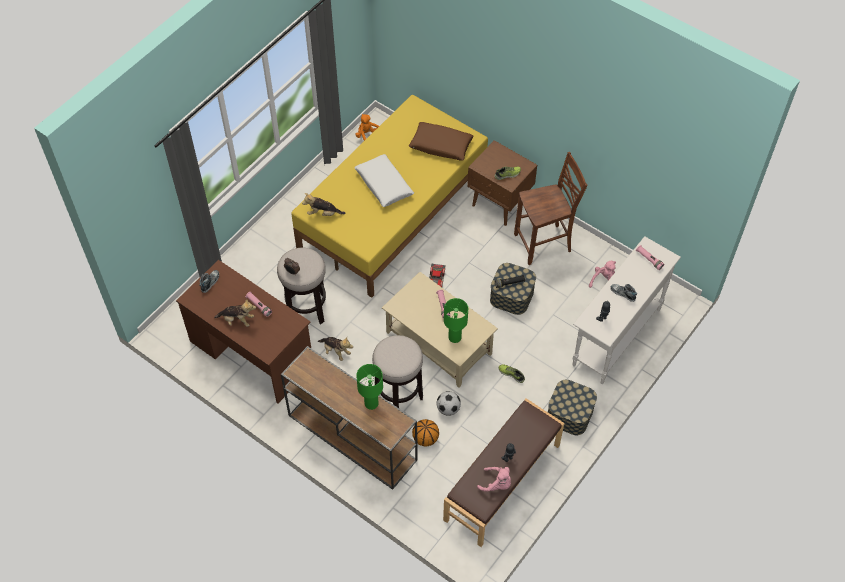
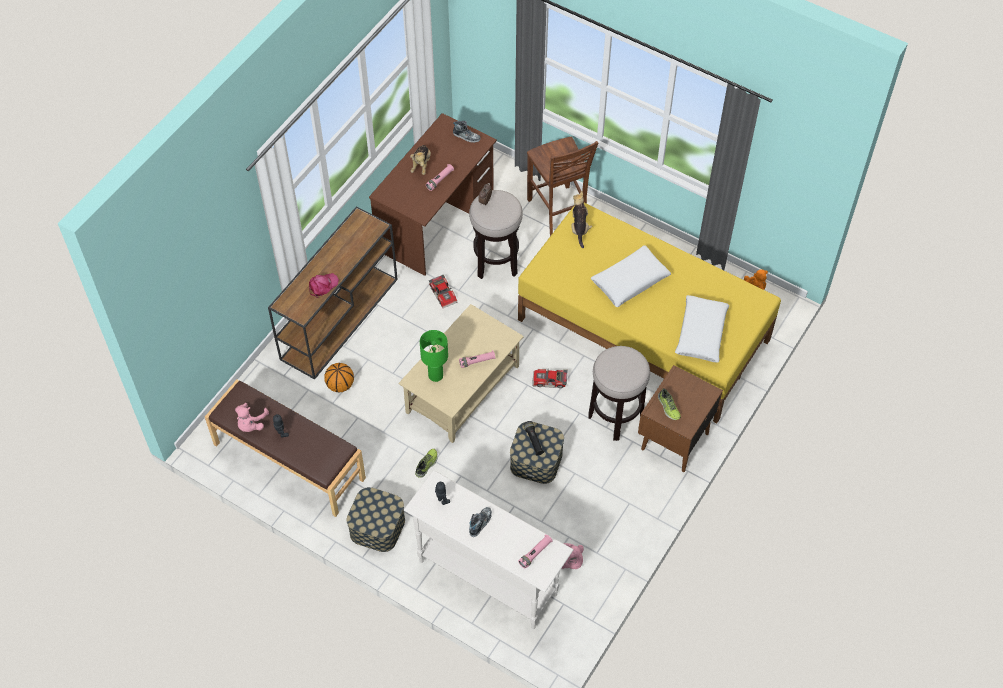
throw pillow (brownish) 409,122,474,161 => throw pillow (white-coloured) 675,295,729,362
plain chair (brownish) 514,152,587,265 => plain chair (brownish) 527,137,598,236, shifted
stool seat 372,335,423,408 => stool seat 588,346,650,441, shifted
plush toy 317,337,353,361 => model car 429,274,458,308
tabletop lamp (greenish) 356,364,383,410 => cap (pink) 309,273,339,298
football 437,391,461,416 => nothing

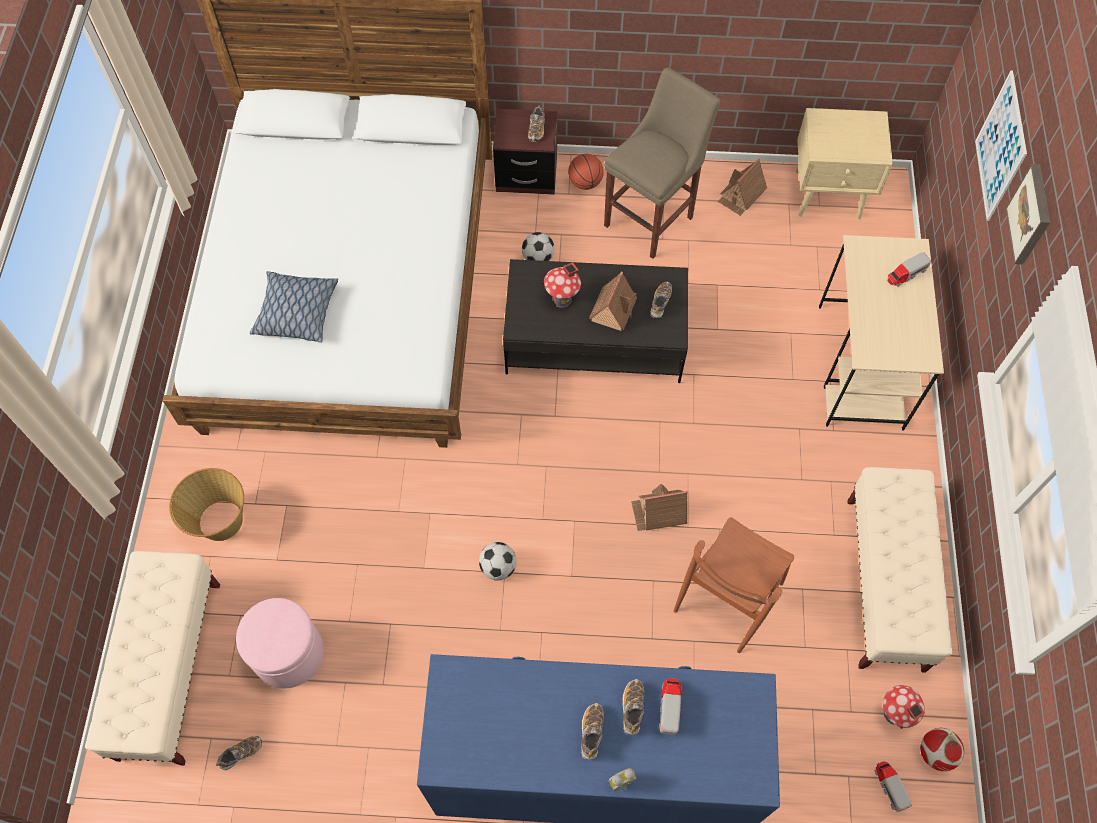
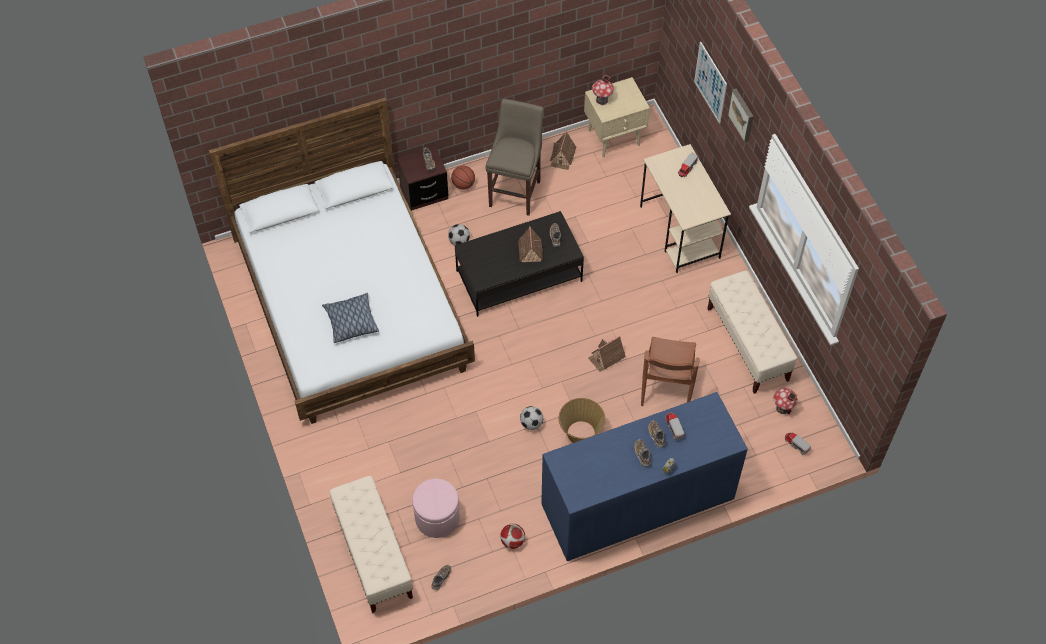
toy house 544,262,581,308 => toy house 592,74,614,105, shifted
household basket 169,468,244,541 => household basket 559,398,605,443, shifted
football 920,728,964,771 => football 500,524,525,549, shifted

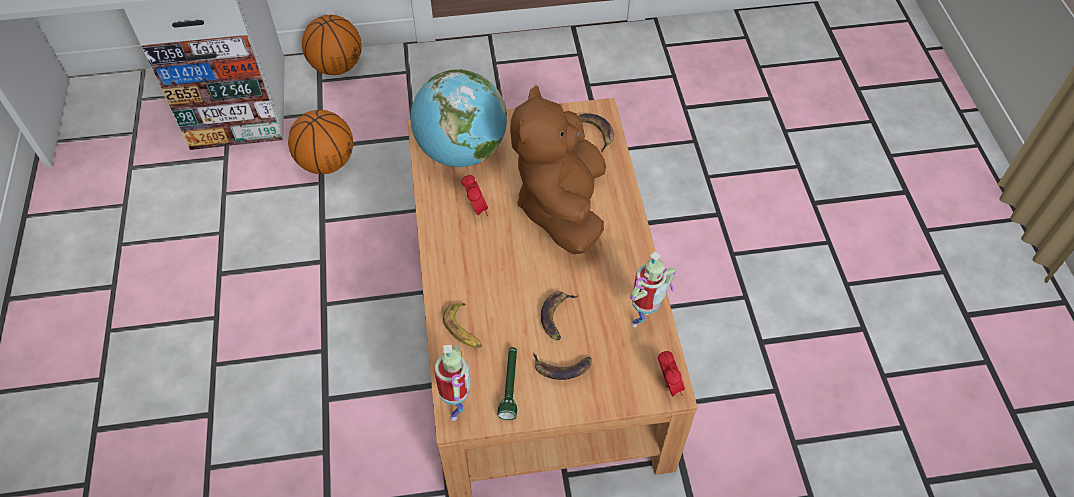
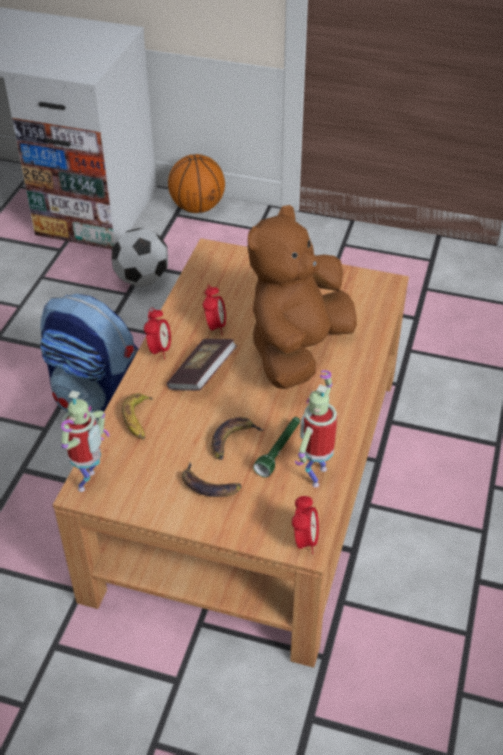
globe 411,69,507,167 => nothing
basketball 288,110,353,174 => football 111,228,168,287
banana 578,113,614,152 => nothing
model robot 630,252,676,327 => model robot 295,370,337,487, 135 degrees clockwise
hand torch (greenish) 498,347,517,420 => hand torch (greenish) 253,417,300,477, shifted
nothing => rucksack 40,294,139,419
nothing => alarm clock 144,307,171,359
nothing => bound book 166,339,237,391

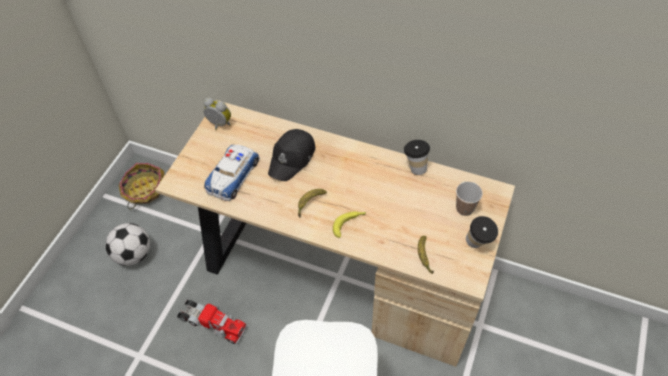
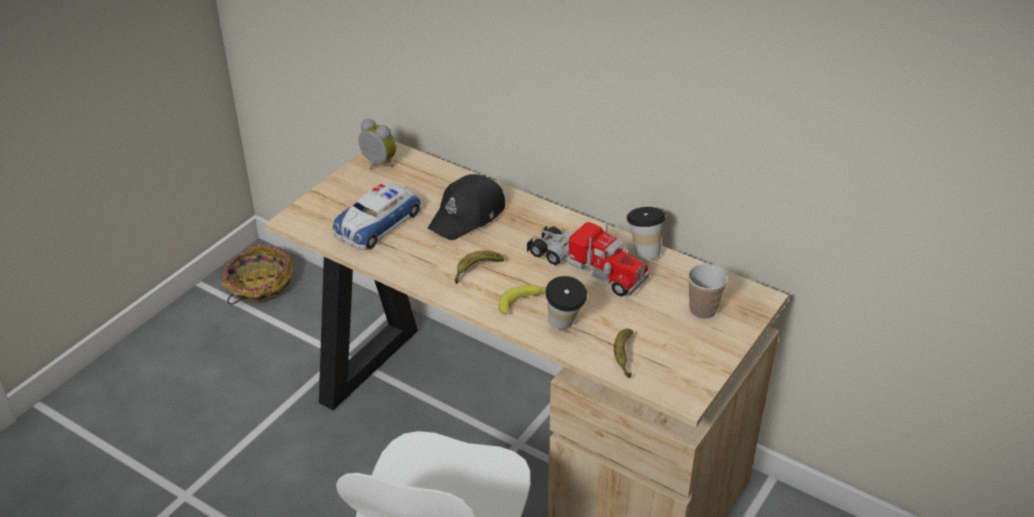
small cup 466,216,498,248 => small cup 545,276,587,330, shifted
football 105,223,150,266 => nothing
toy lorry 177,299,247,344 => toy lorry 527,222,650,297, shifted

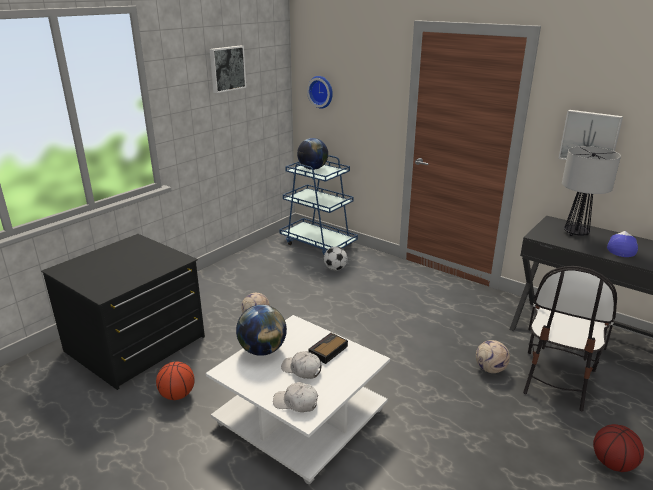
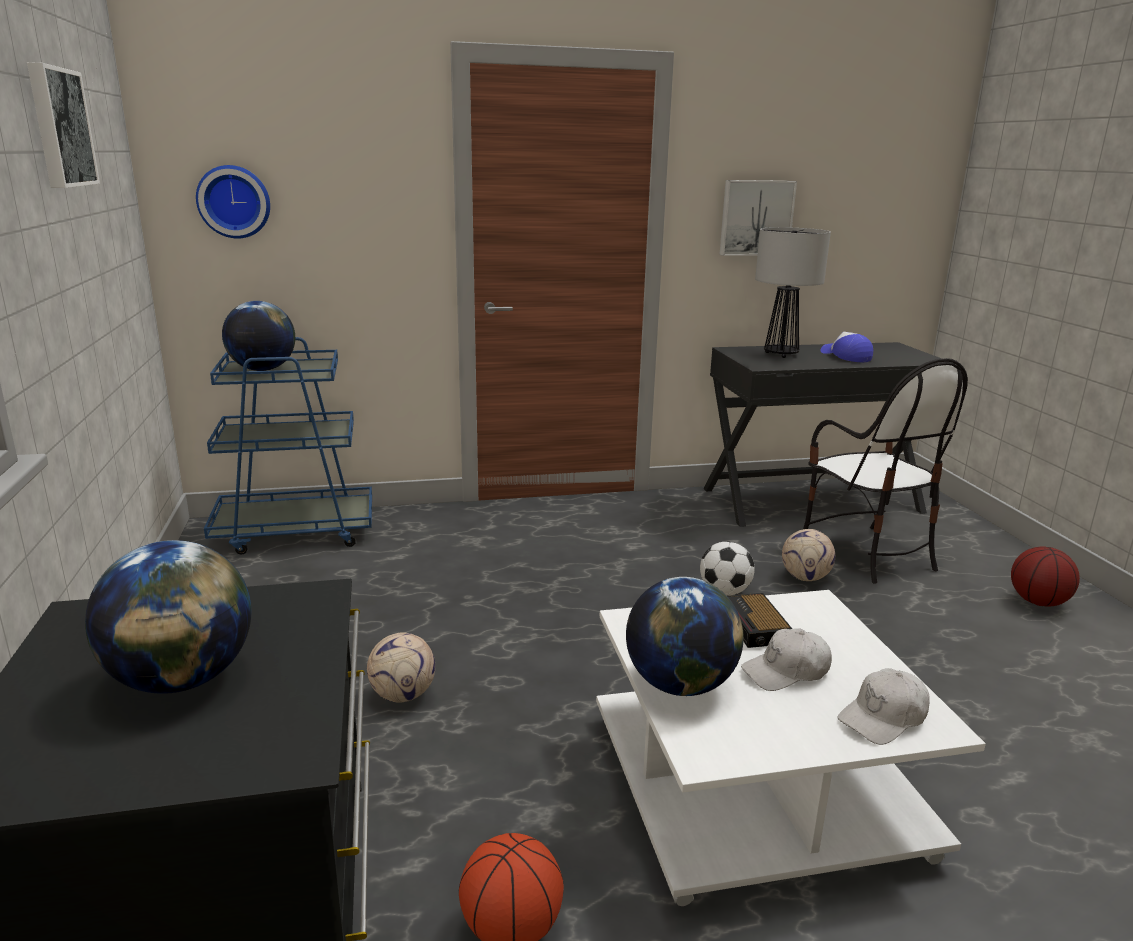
football 324,247,348,270 => football 700,541,755,595, shifted
nothing => globe 85,540,252,694

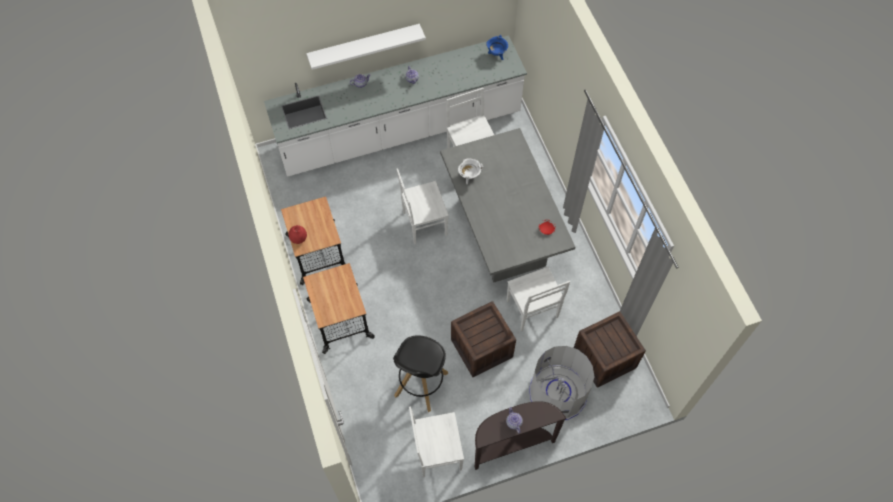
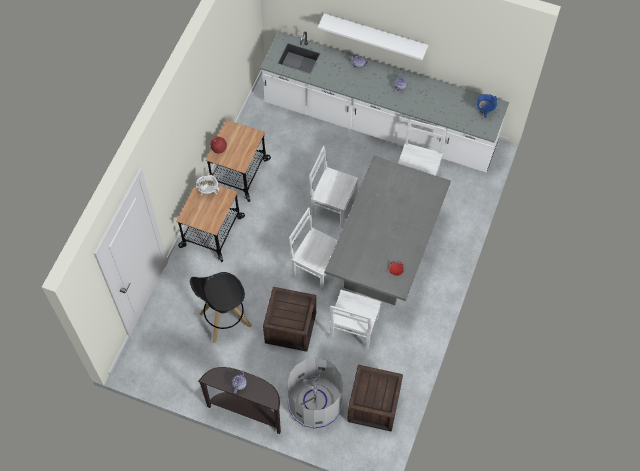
stockpot (white-coloured) 458,158,483,184 => stockpot (white-coloured) 196,175,219,196, shifted
plain chair (white-coloured) 409,407,464,478 => plain chair (white-coloured) 289,207,338,291, shifted

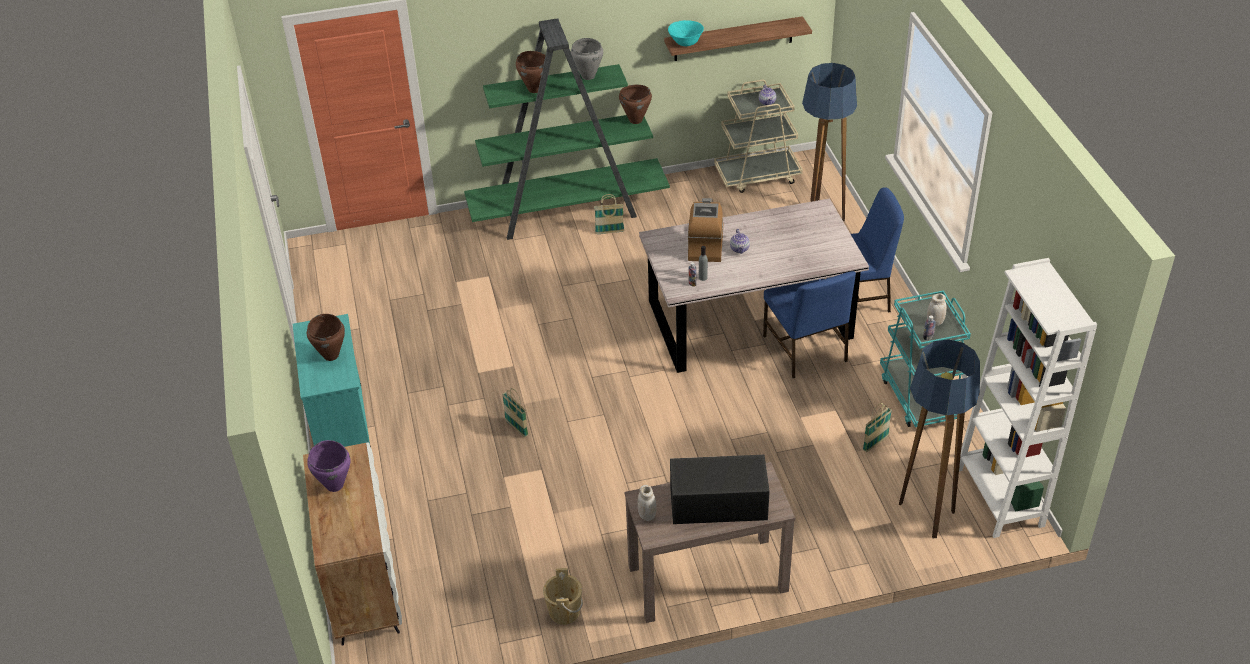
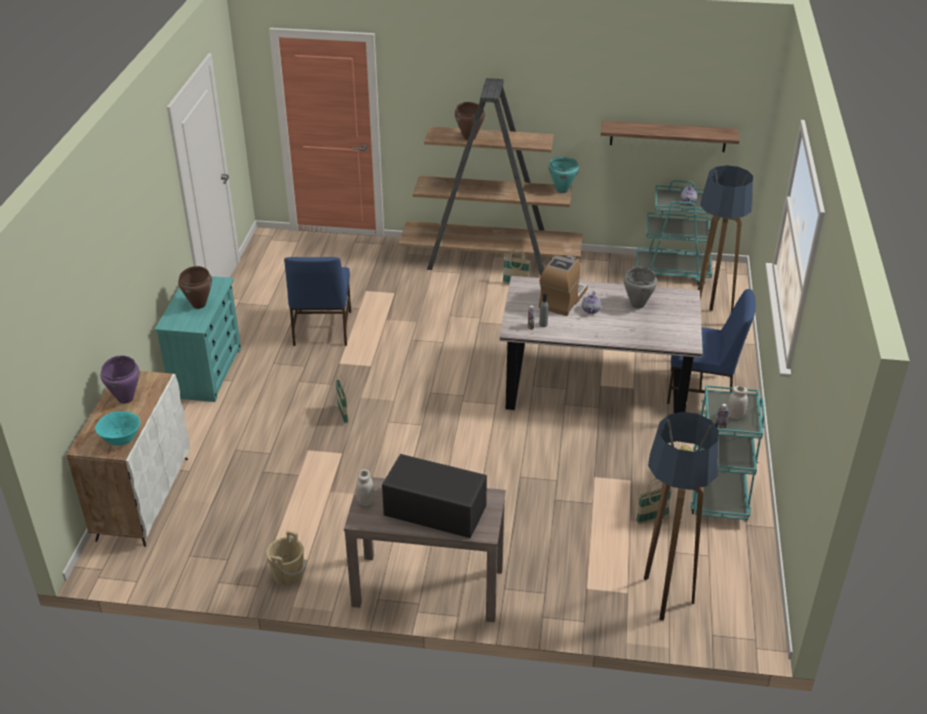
bookshelf (greenish) 464,18,670,240 => bookshelf (brownish) 399,78,583,276
bowl (turquoise-coloured) 668,20,704,46 => bowl (turquoise-coloured) 95,411,140,446, shifted
stockpot (greyish) 571,38,603,80 => stockpot (greyish) 624,267,657,309, shifted
wheeled cart (beige-coloured) 714,80,803,193 => wheeled cart (turquoise-coloured) 636,180,712,285
stockpot (brownish) 619,85,652,124 => stockpot (turquoise-coloured) 549,157,579,193
bookshelf (white-coloured) 959,258,1097,538 => nothing
plain chair (bluish) 763,271,856,378 => plain chair (bluish) 284,257,351,346, shifted

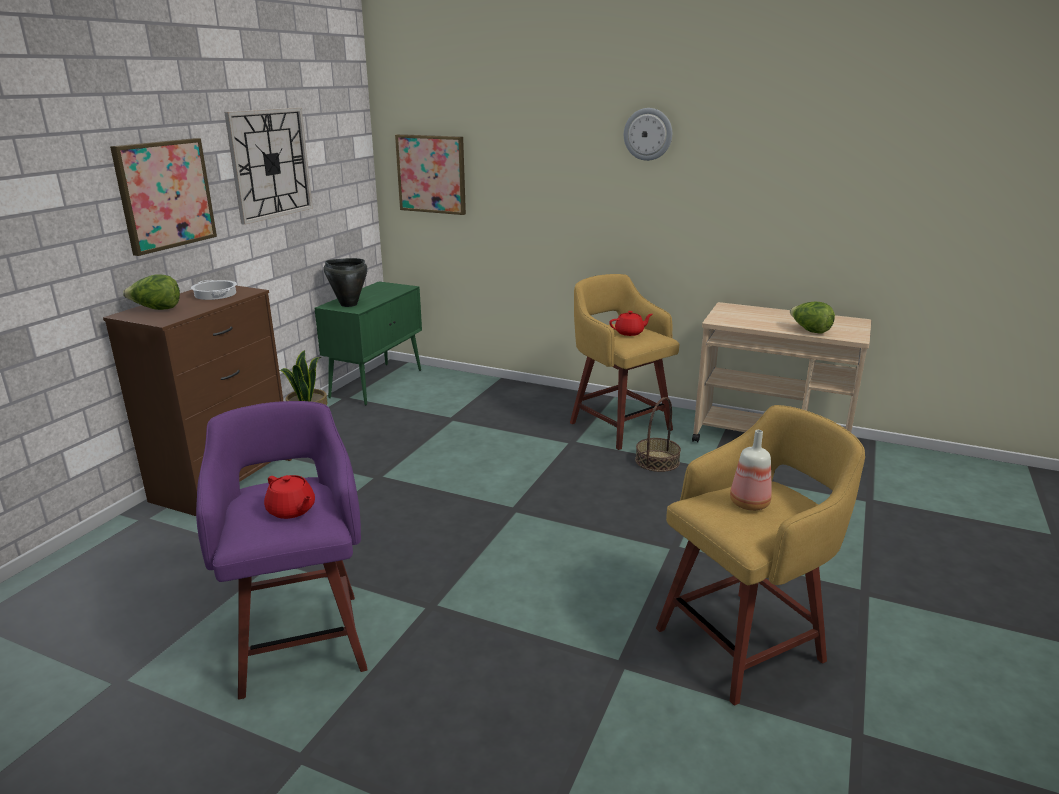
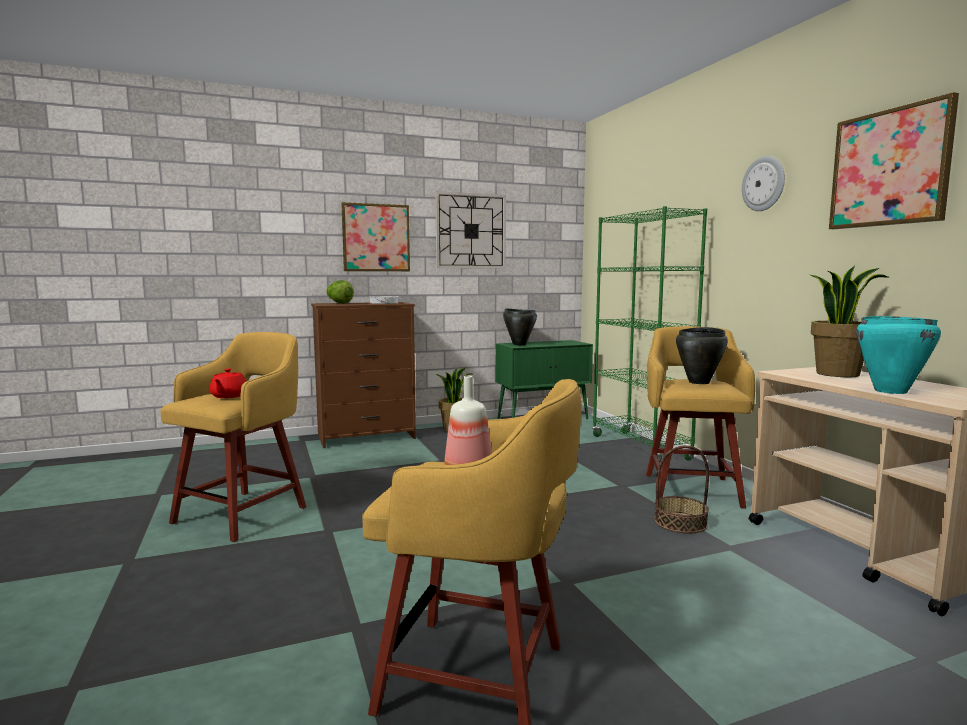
picture 395,134,466,215 => picture 829,92,959,229, shifted
lettuce 790,302,835,334 => stockpot (turquoise-coloured) 856,316,941,394
teapot (reddish) 609,311,653,336 => stockpot (black-coloured) 676,327,728,384
stool seat (purplish) 196,401,368,700 => stool seat (yellowish) 160,332,306,542
nothing => bookshelf (greenish) 592,206,707,463
nothing => plant in a pot 810,266,889,377

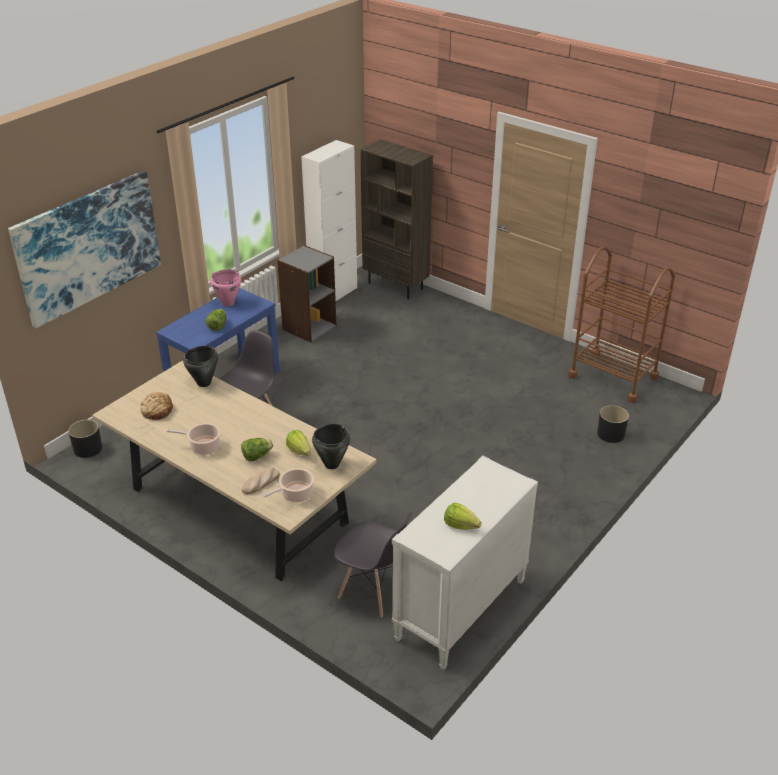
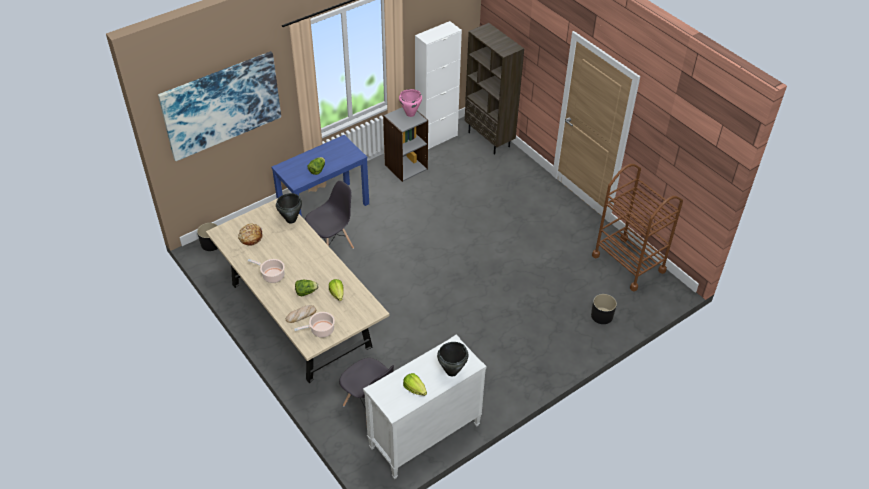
stockpot (pink) 210,269,241,306 => stockpot (pink) 399,89,422,117, shifted
stockpot (black-coloured) 312,424,350,469 => stockpot (black-coloured) 437,342,468,377, shifted

